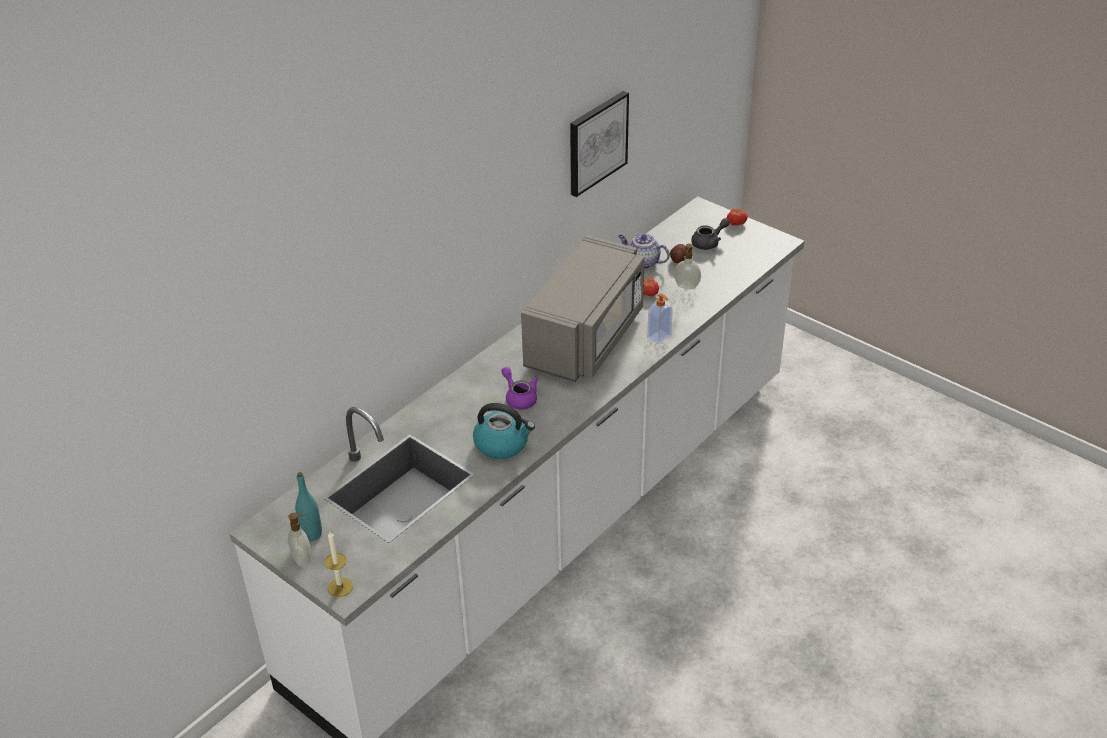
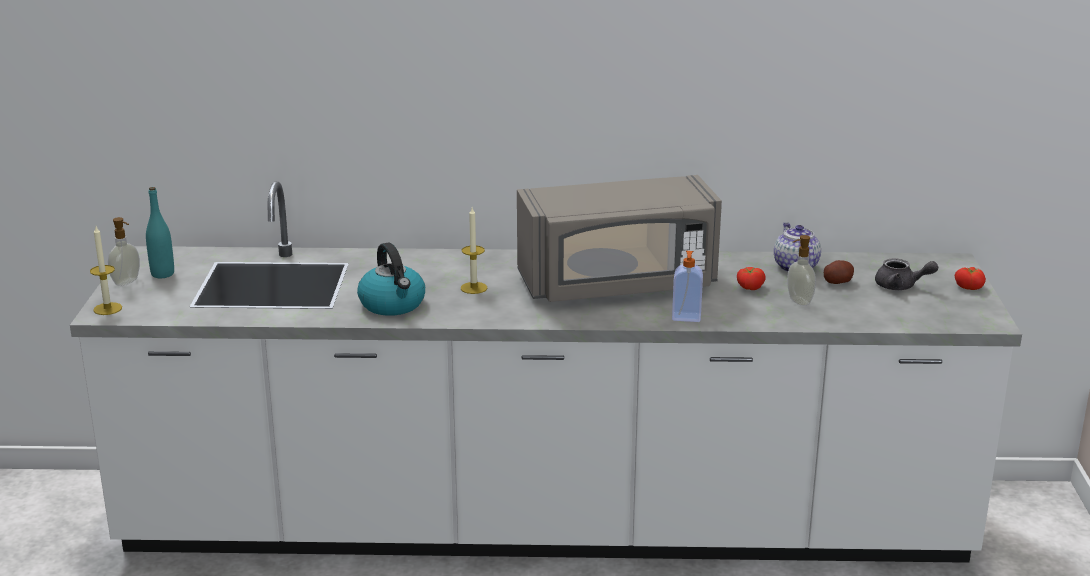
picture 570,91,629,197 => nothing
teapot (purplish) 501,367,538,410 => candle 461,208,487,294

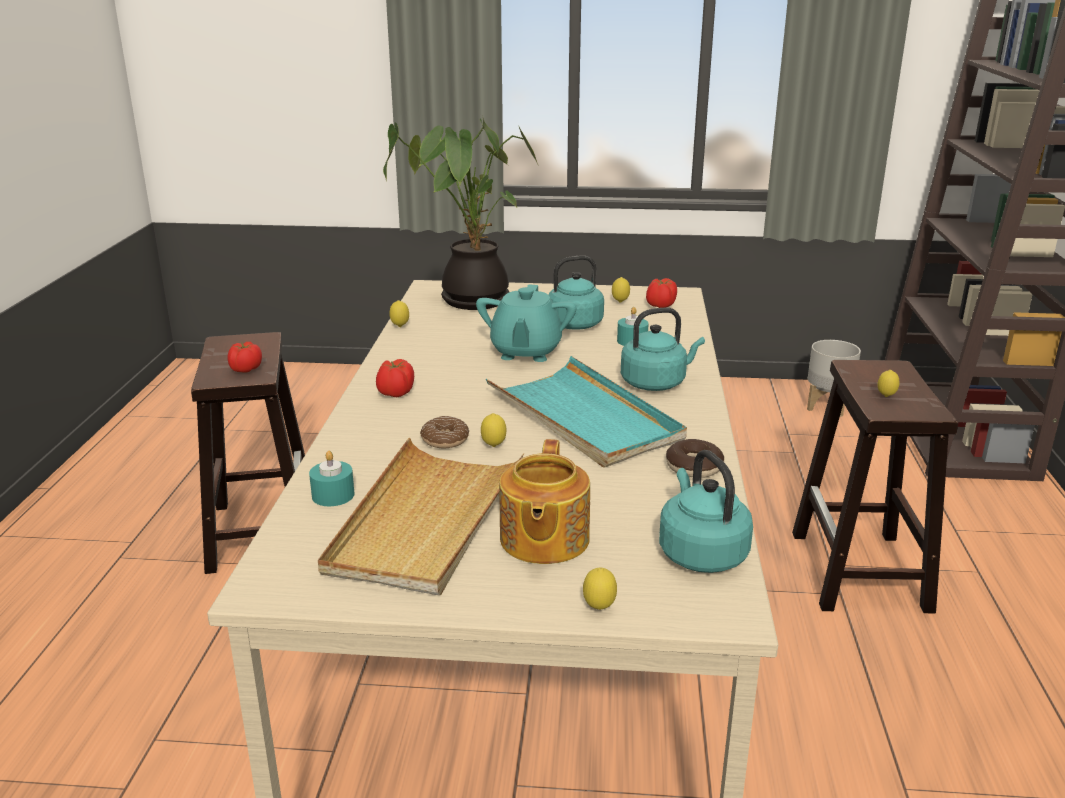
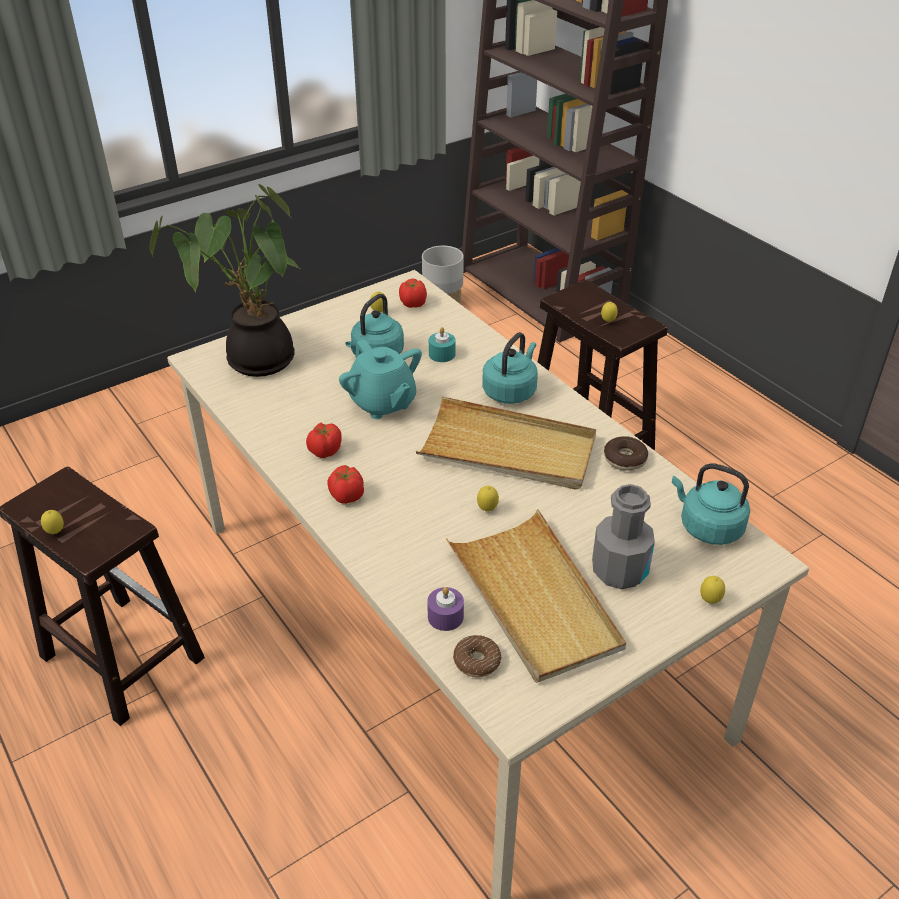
whole lemon 389,300,409,327 => whole lemon 41,510,64,534, shifted
tomato 228,342,262,373 => tomato 306,423,342,458, shifted
tray (turquoise-coloured) 486,356,687,467 => tray (beige-coloured) 416,396,596,490
ring doughnut 420,416,469,448 => ring doughnut 453,635,502,677, shifted
teapot 499,439,590,564 => drink bottle (greyish) 592,484,655,589
candle (turquoise-coloured) 309,451,355,506 => candle (purplish) 427,587,464,631

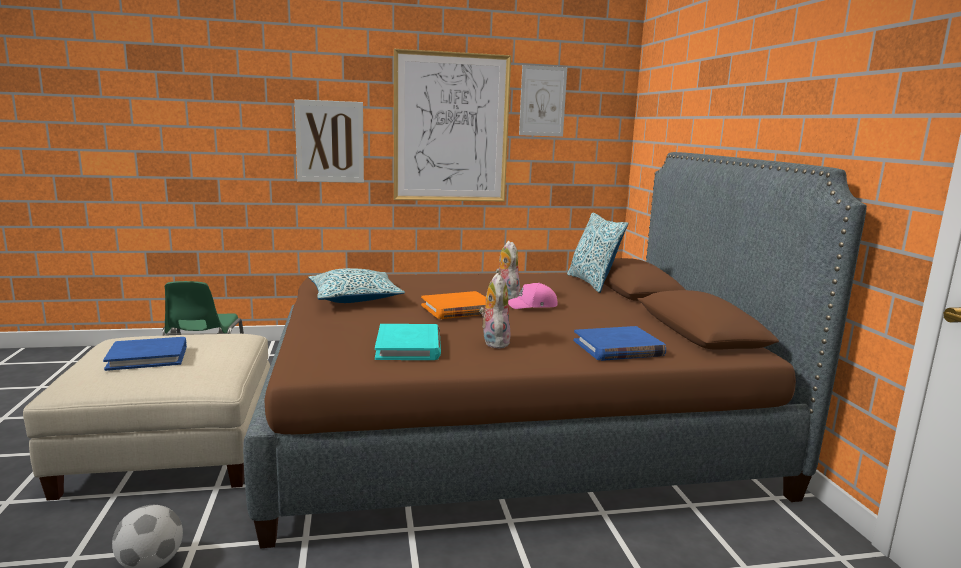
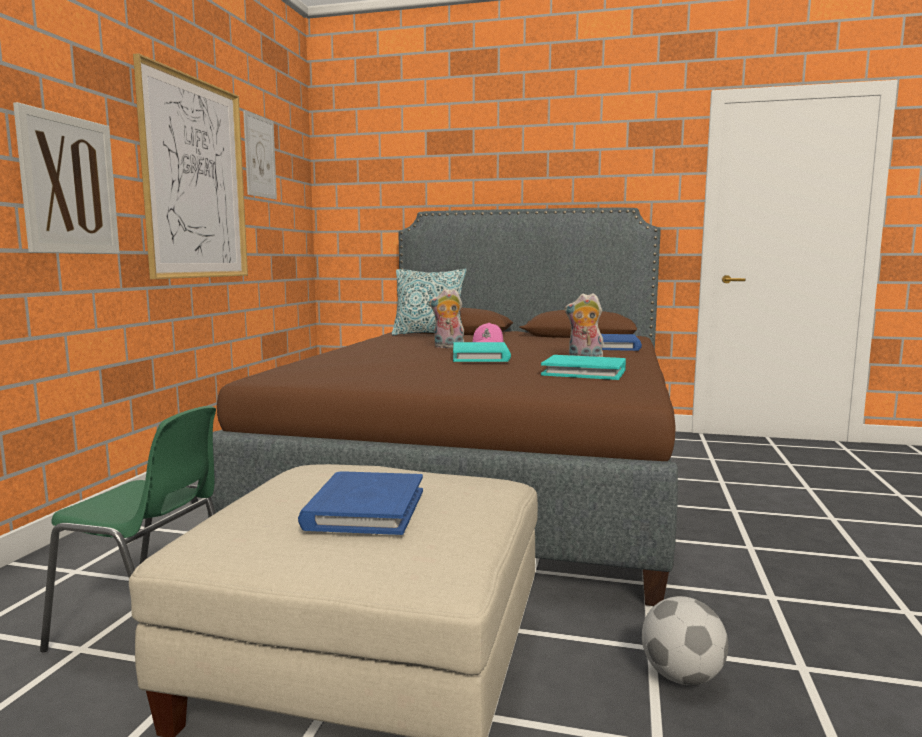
throw pillow 308,268,405,303 => nothing
bound book (orange-coloured) 421,291,486,319 => bound book (turquoise-coloured) 453,342,511,362

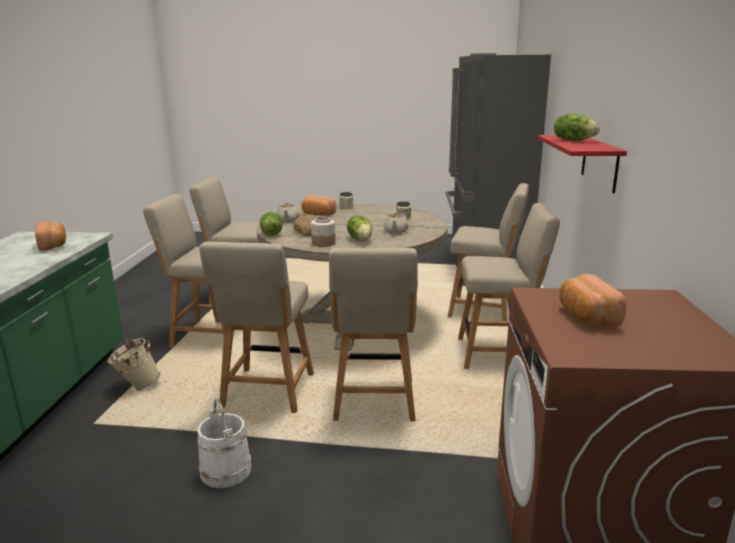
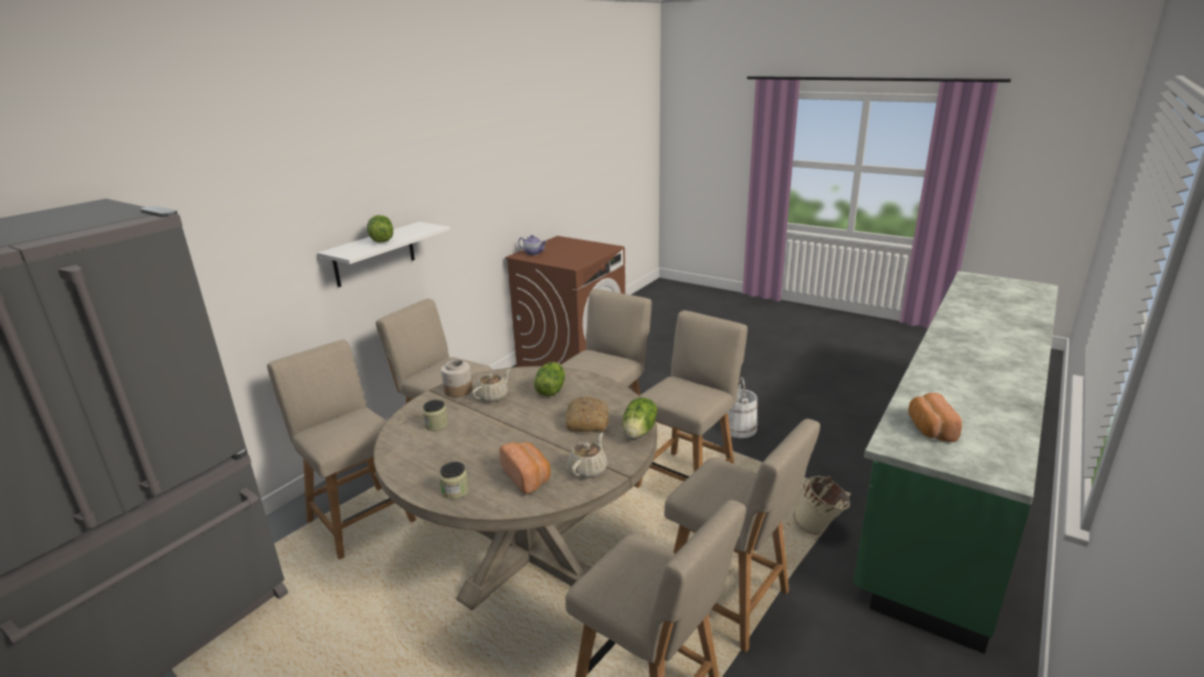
shelf (reddish) 538,135,627,193 => shelf (white-coloured) 317,222,450,287
jar 311,217,336,247 => jar 441,359,472,397, shifted
baked bread 559,274,626,327 => nothing
nothing => teapot 518,235,547,255

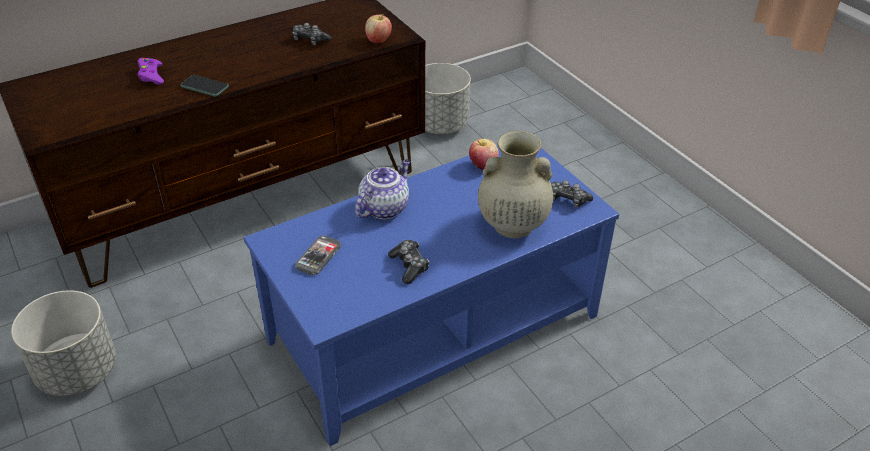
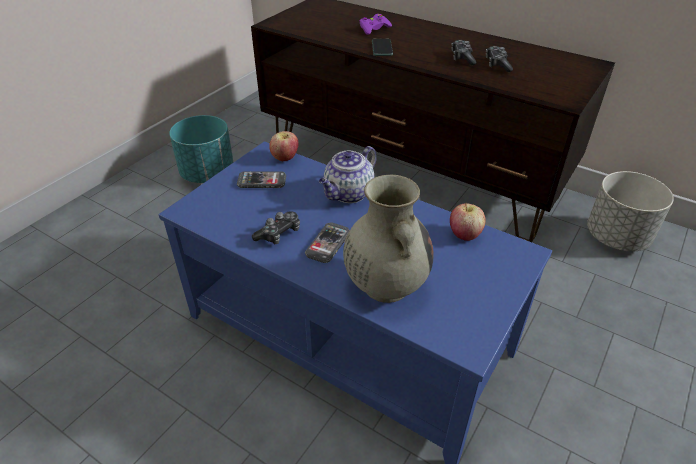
apple fruit 365,14,392,43 => apple fruit 269,131,299,161, shifted
teapot 355,159,410,219 => teapot 319,146,377,203, 120 degrees clockwise
game controller 551,180,593,208 => game controller 451,40,477,66, shifted
planter (greyish) 11,290,116,396 => planter (turquoise-coloured) 169,115,234,183
nothing => telephone 305,222,350,263

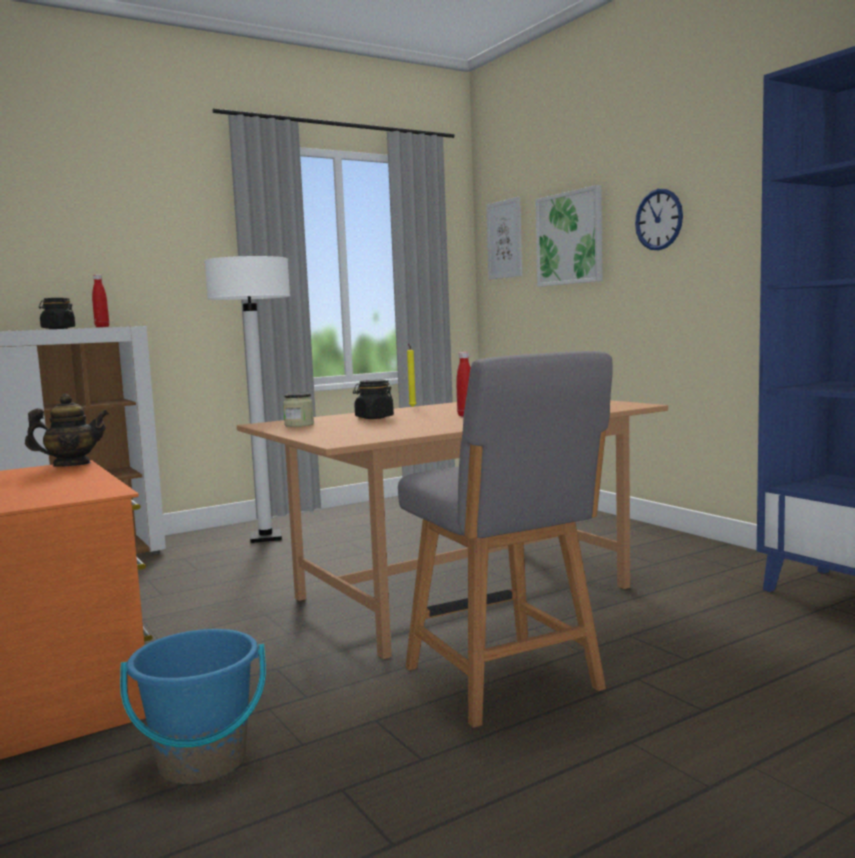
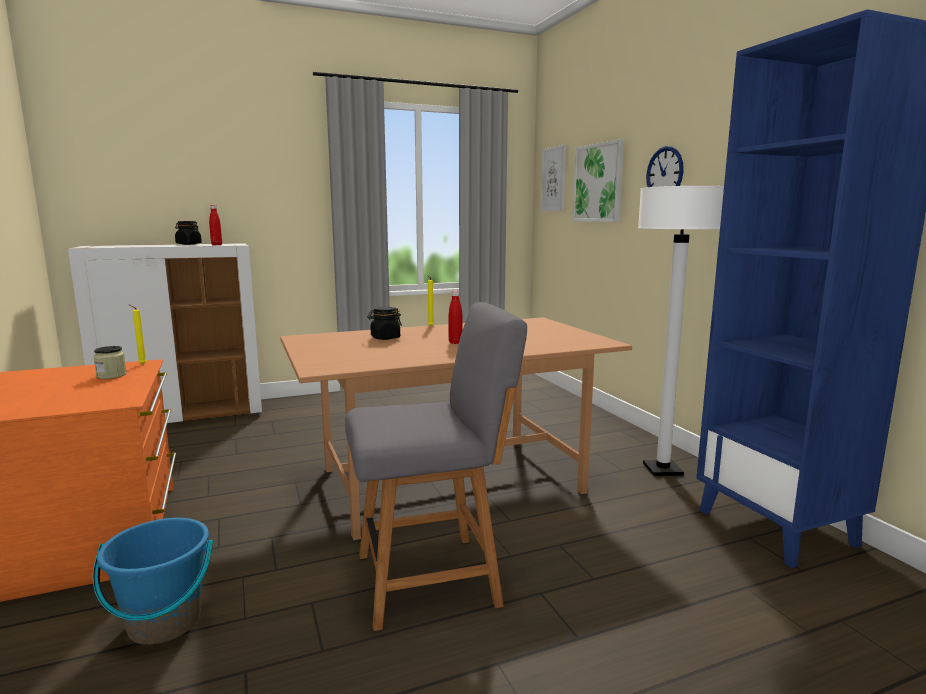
standard lamp (white-coloured) 205,256,290,543 => standard lamp (white-coloured) 638,186,724,476, shifted
plain chair (greyish) 398,351,613,728 => plain chair (greyish) 345,302,527,631, 90 degrees counterclockwise
jar 283,393,314,427 => jar 93,346,127,379, shifted
teapot 25,394,109,467 => candle (yellowish) 128,304,147,364

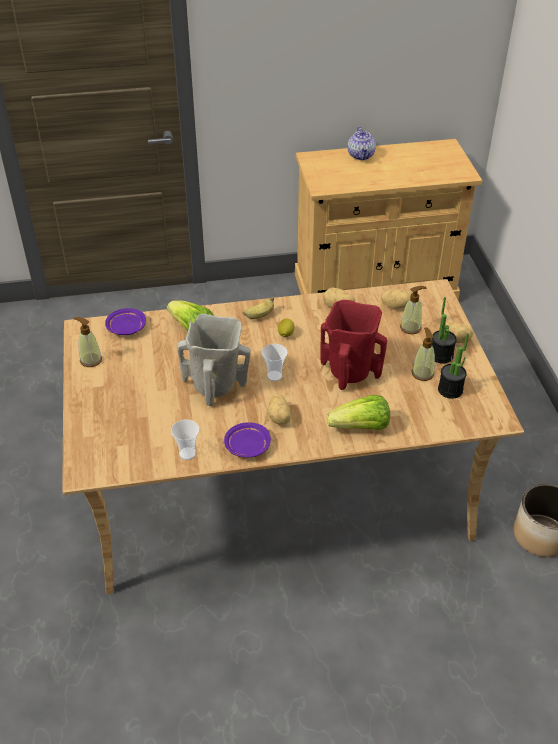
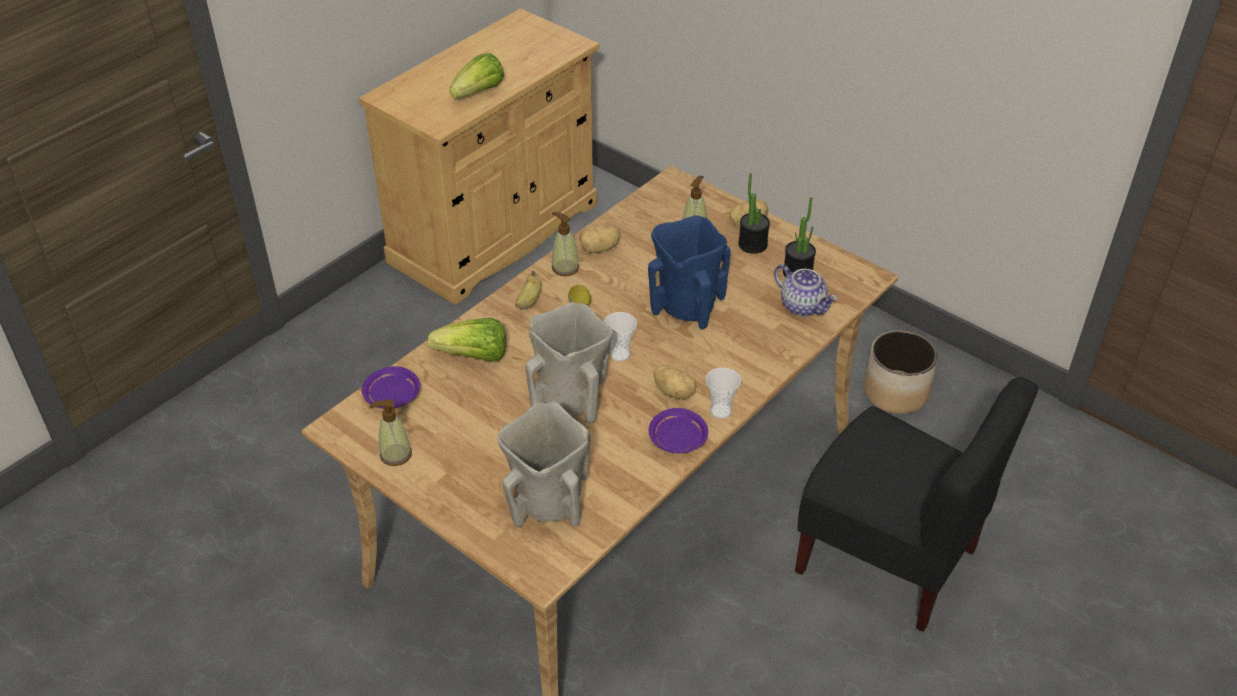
teapot 348,127,376,160 => teapot 774,264,838,317, shifted
potato 381,289,412,309 => nothing
decorative vase (reddish) 320,300,387,390 => decorative vase (bluish) 648,215,731,330
soap dispenser 412,327,435,381 => soap dispenser 552,212,579,276, shifted
lettuce 327,395,390,430 => lettuce 449,53,504,99, shifted
small cup 171,419,199,460 => small cup 706,367,741,419, shifted
nothing => plain chair (black-coloured) 795,377,1038,632
nothing => decorative vase (beige-coloured) 497,401,591,527

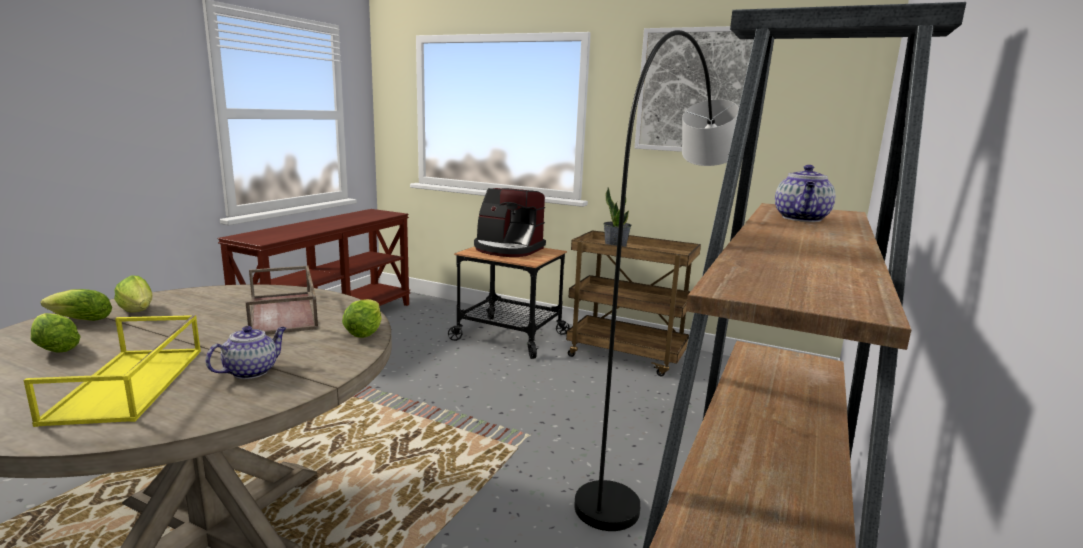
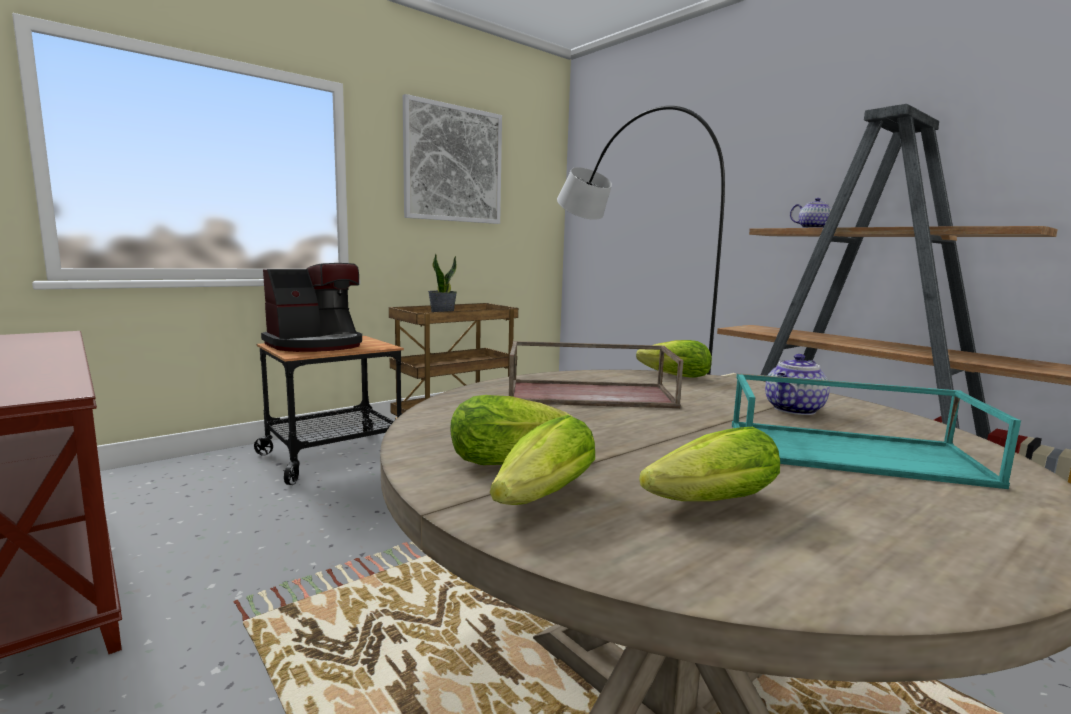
tray (yellowish) 23,315,201,427 => tray (turquoise-coloured) 732,373,1021,489
teapot 206,326,286,379 => teapot 765,354,830,415, 105 degrees counterclockwise

